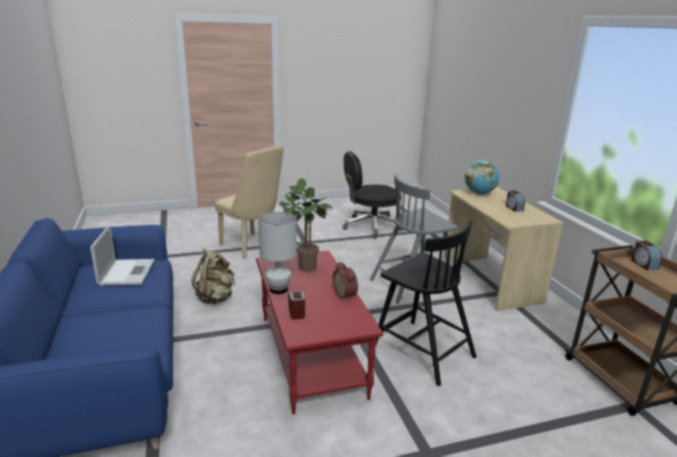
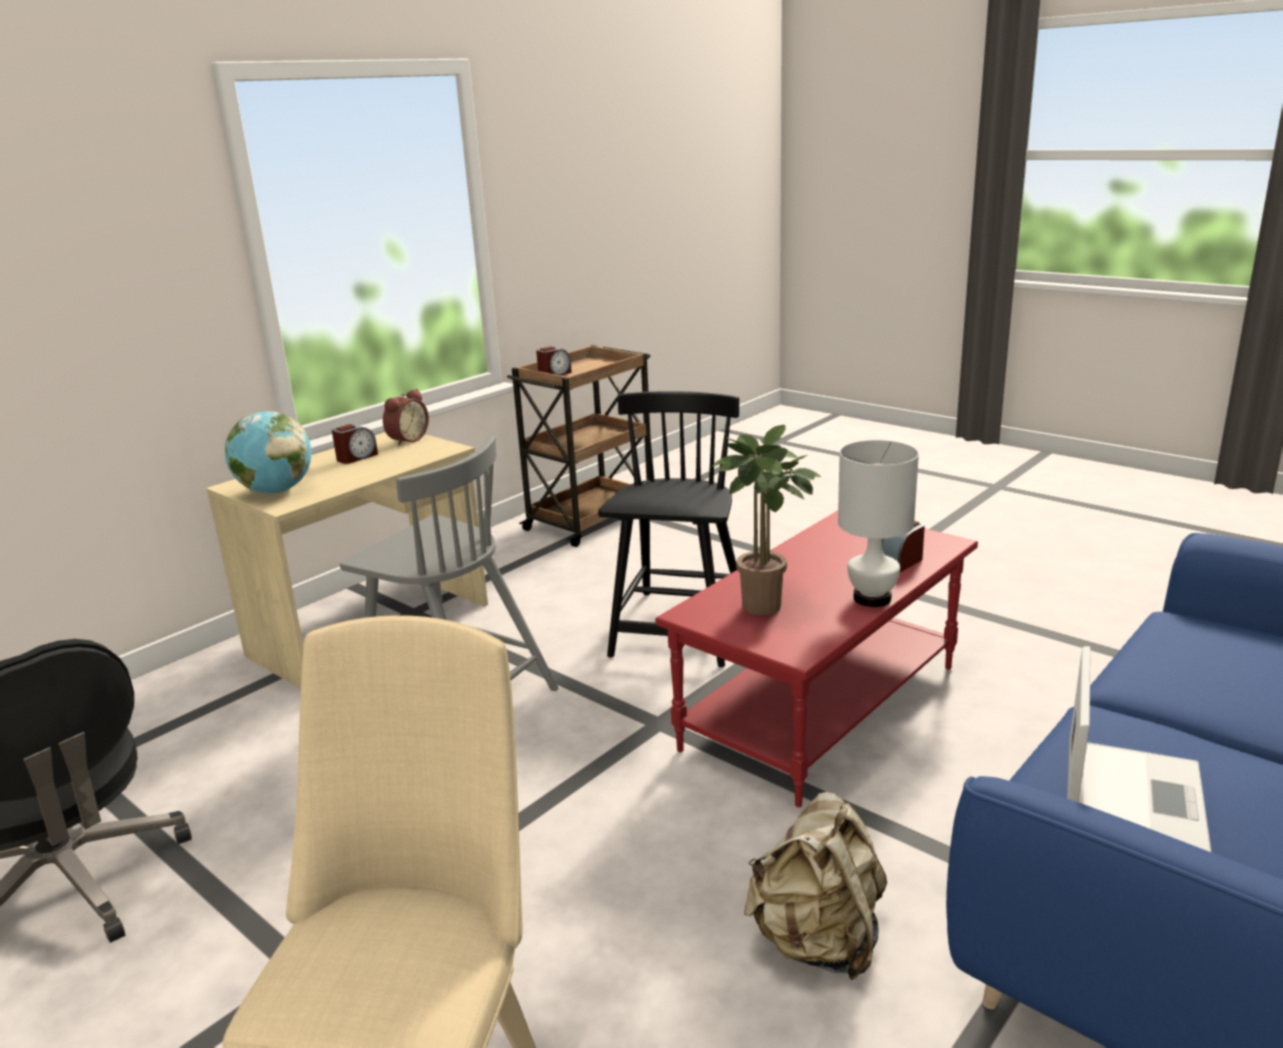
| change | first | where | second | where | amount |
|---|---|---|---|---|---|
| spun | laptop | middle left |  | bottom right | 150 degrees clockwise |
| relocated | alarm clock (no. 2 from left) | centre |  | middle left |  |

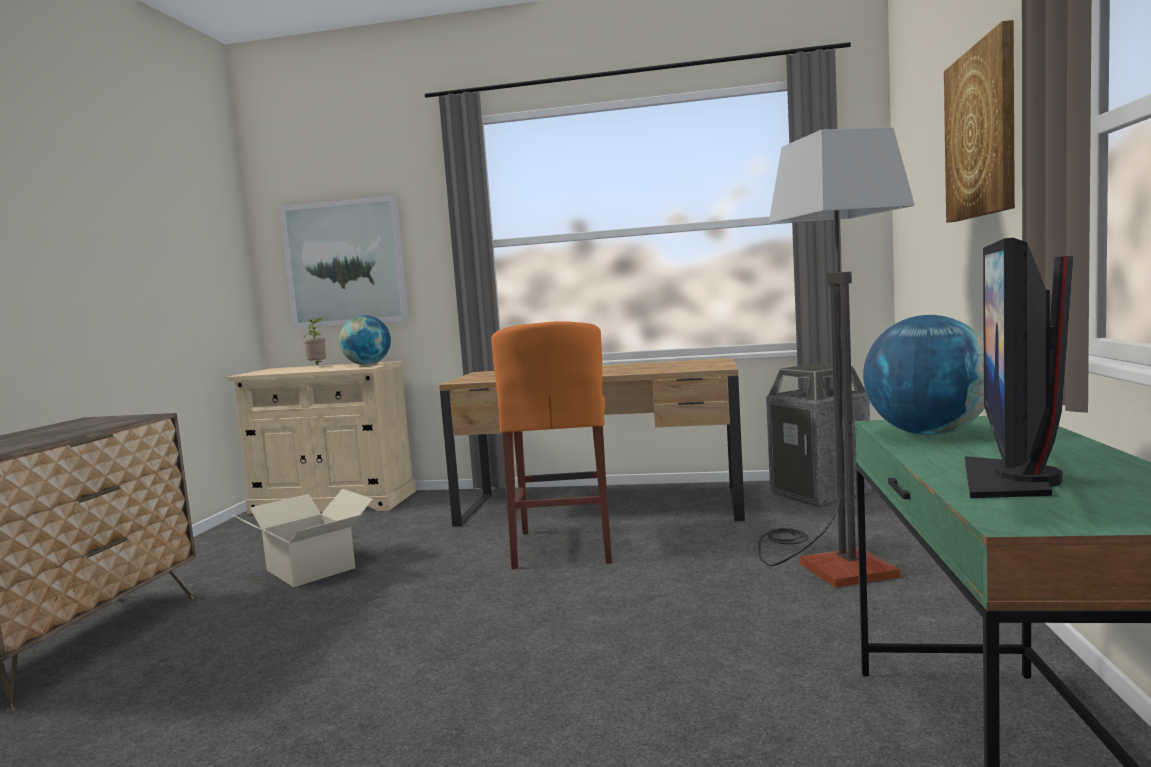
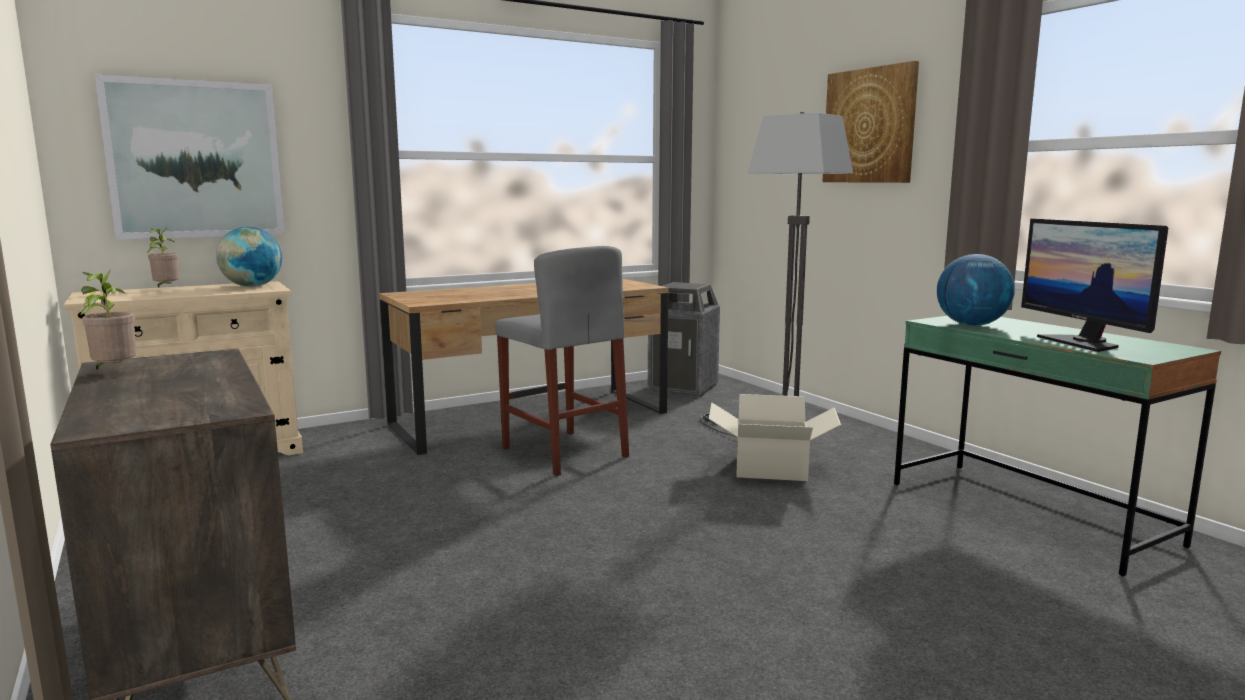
| change | first | where | second | where | amount |
|---|---|---|---|---|---|
| colour | stool (orange) | centre | stool (grey) | centre |  |
| relocated | cardboard box | bottom left |  | centre |  |
| appeared |  |  | potted plant (no. 1 from left) | middle left |  |

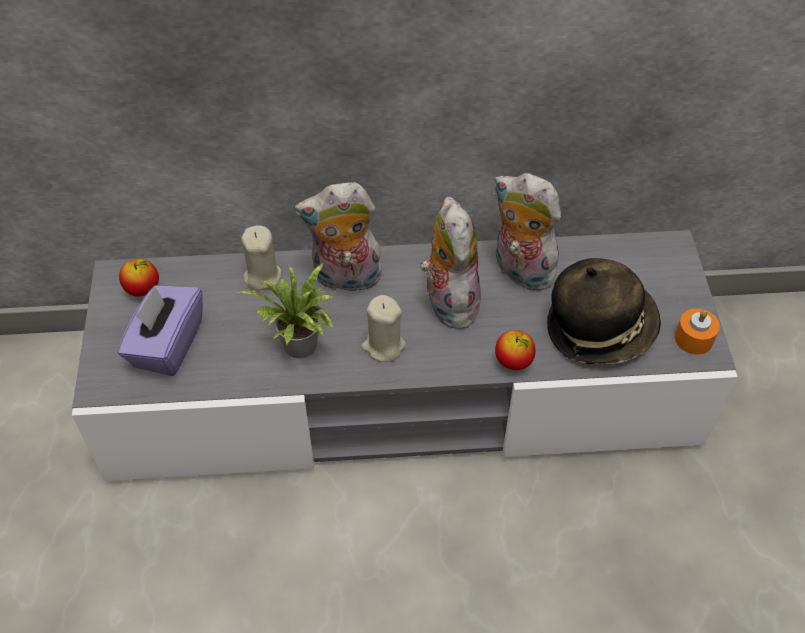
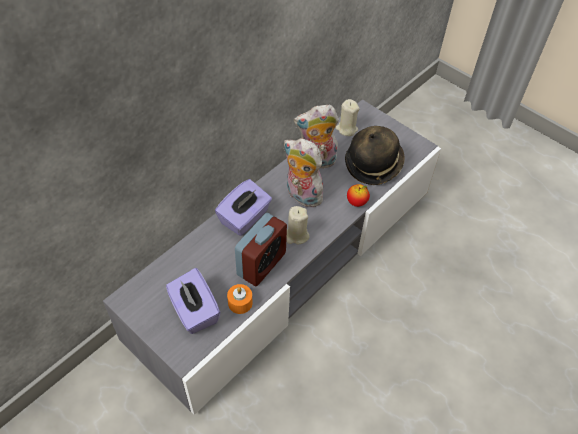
| change | first | where | second | where | amount |
|---|---|---|---|---|---|
| exchanged | plush toy (no. 1 from left) | centre | tissue box (purple) (no. 2 from left) | centre |  |
| relocated | candle (beige) (no. 1 from left in the first image) | middle left | candle (beige) (no. 2 from left) | top centre |  |
| missing | apple (no. 1 from left) | middle left |  |  |  |
| exchanged | potted plant | centre | alarm clock | centre |  |
| relocated | candle (orange) | middle right |  | bottom centre |  |

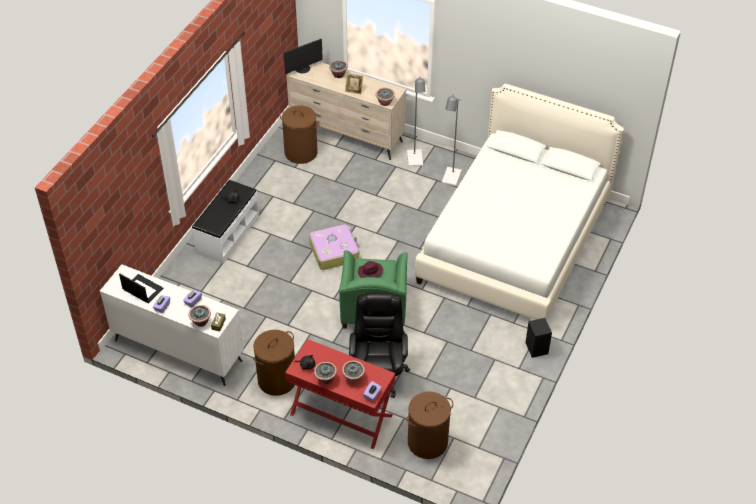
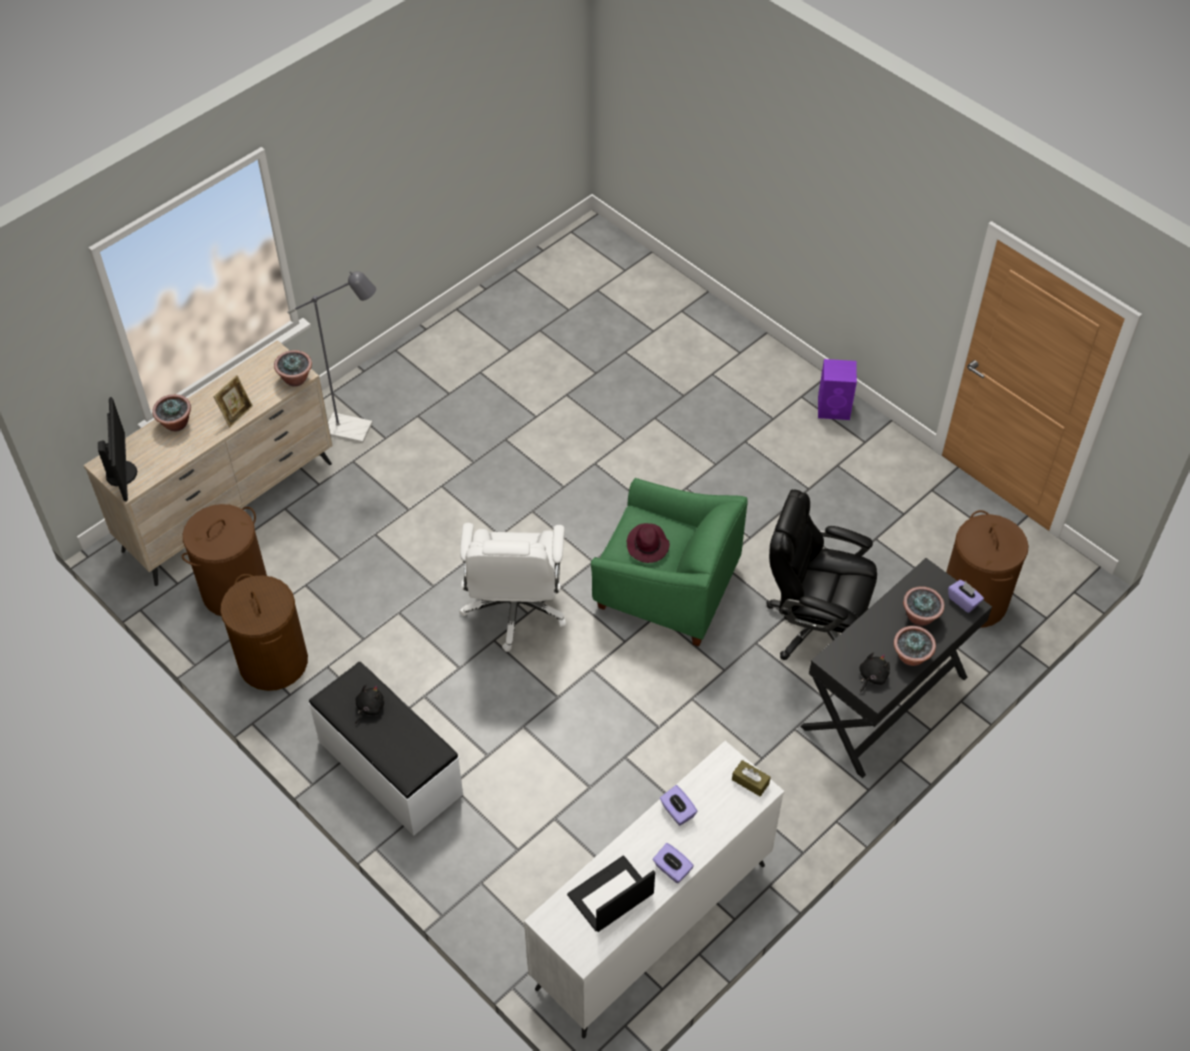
| change | first | where | second | where | amount |
|---|---|---|---|---|---|
| missing | bed (white) | middle right |  |  |  |
| missing | floor lamp (grey) (no. 2 from left) | top centre |  |  |  |
| exchanged | suitcase | centre | office chair (white) | centre |  |
| missing | potted plant (no. 1 from left) | middle left |  |  |  |
| colour | speaker (black) | bottom right | speaker (purple) | middle right |  |
| relocated | laundry basket (brown) (no. 1 from left in the first image) | bottom centre | laundry basket (brown) (no. 2 from left) | middle left |  |
| colour | desk (red) | bottom centre | desk (black) | middle right |  |

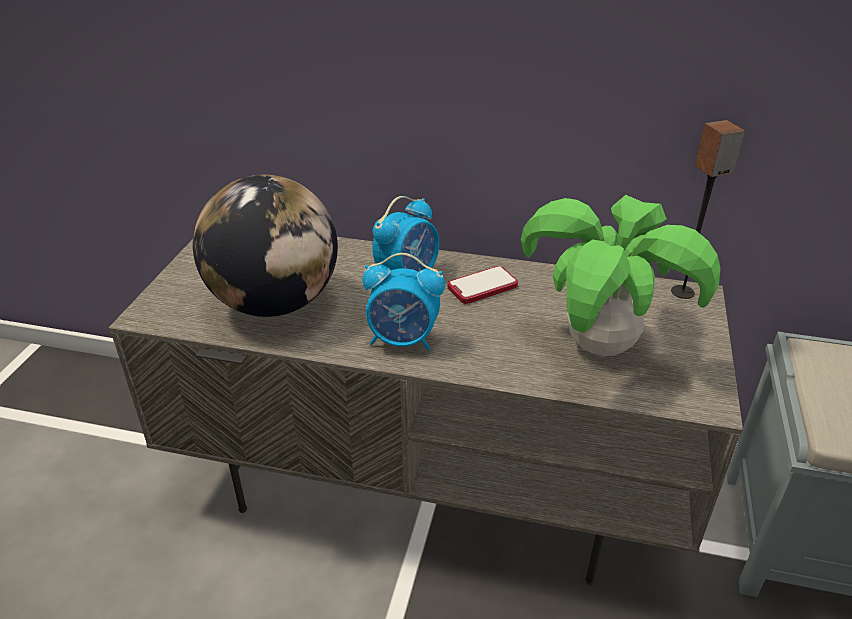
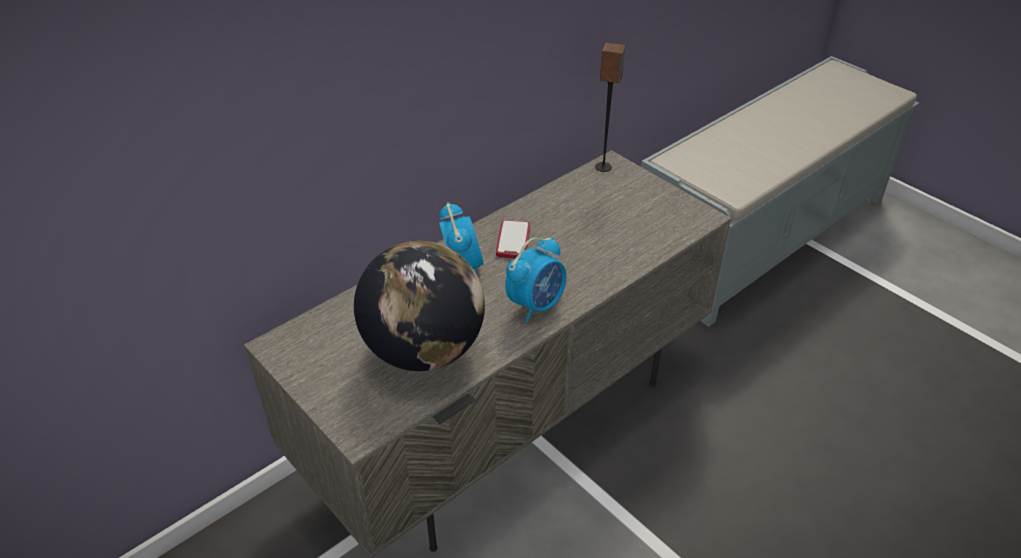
| change | first | where | second | where | amount |
|---|---|---|---|---|---|
| missing | potted plant | middle right |  |  |  |

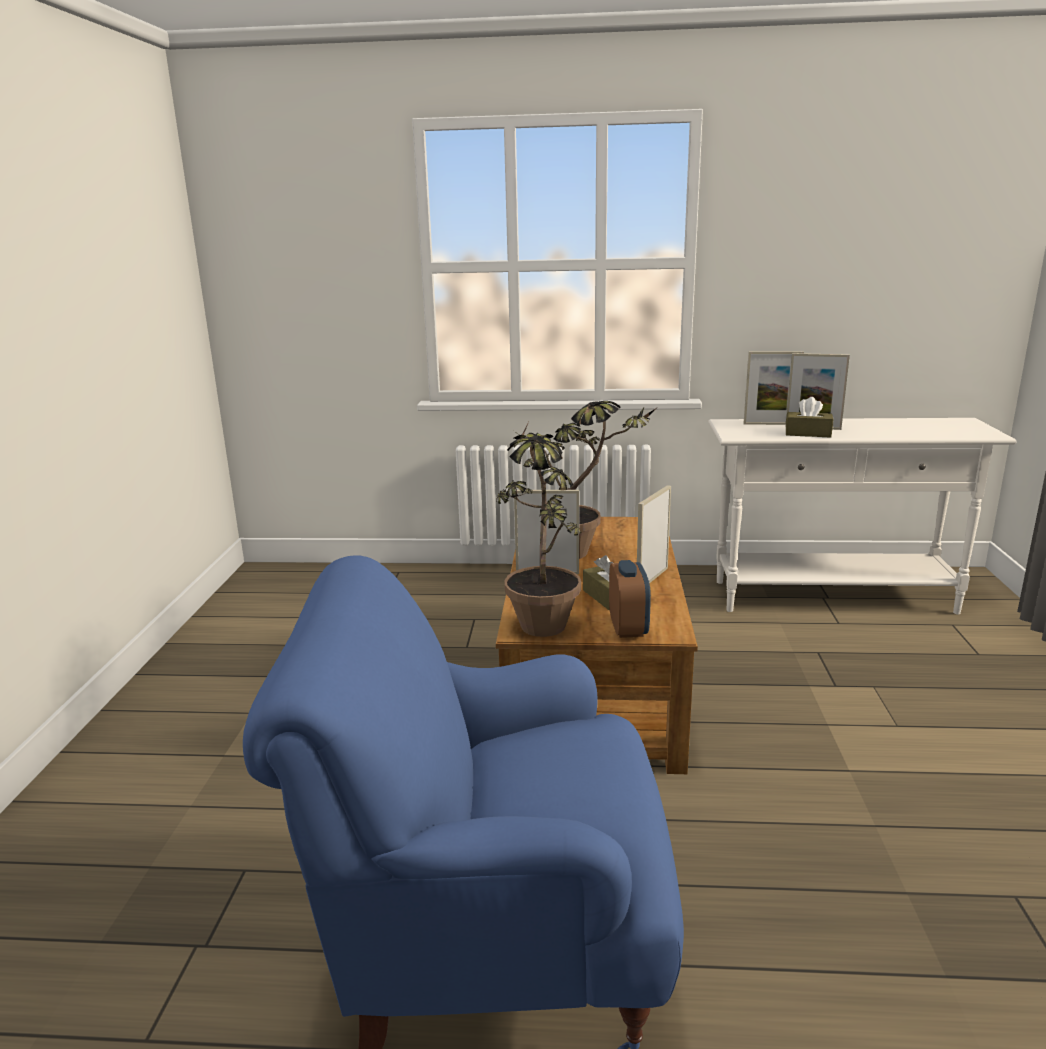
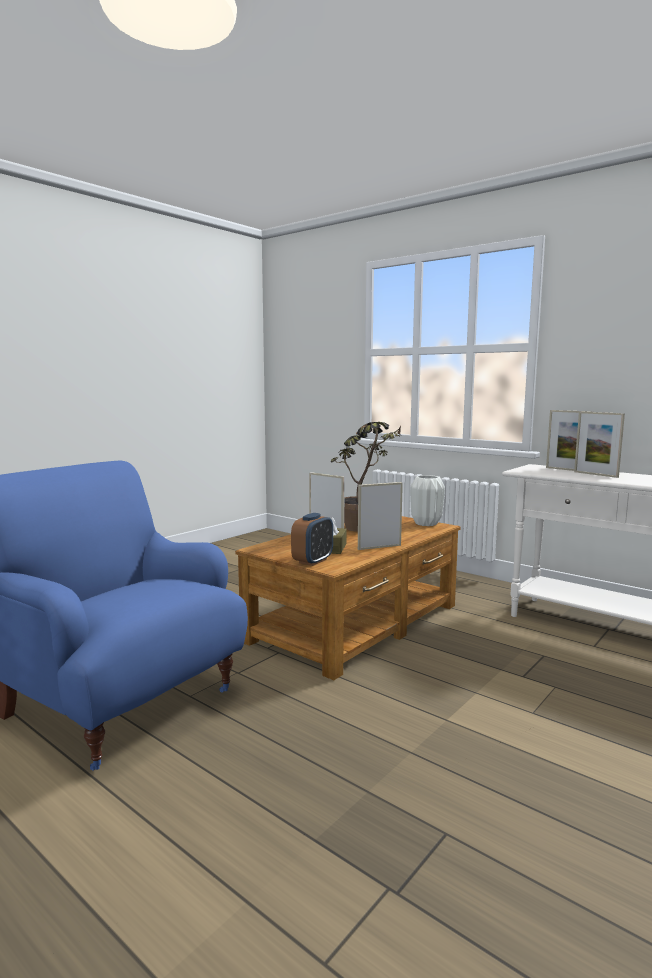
| change | first | where | second | where | amount |
|---|---|---|---|---|---|
| missing | tissue box (brown) (no. 2 from left) | middle right |  |  |  |
| missing | potted plant (no. 1 from left) | centre |  |  |  |
| appeared |  |  | vase (white) | centre |  |

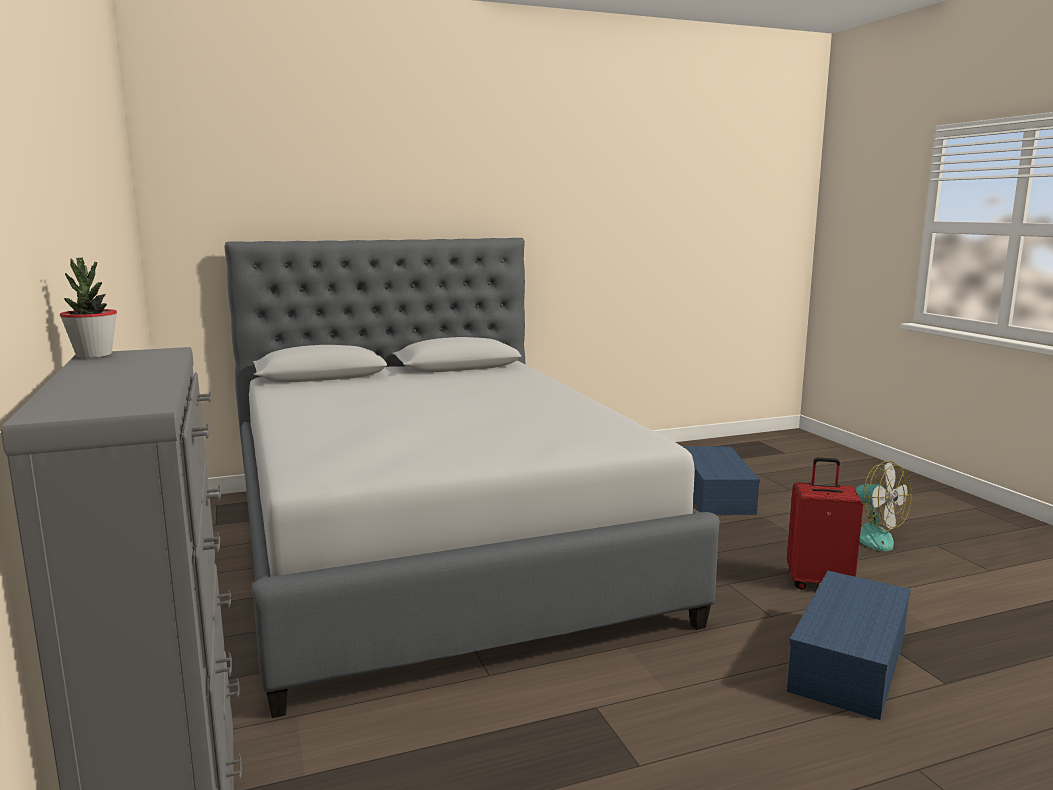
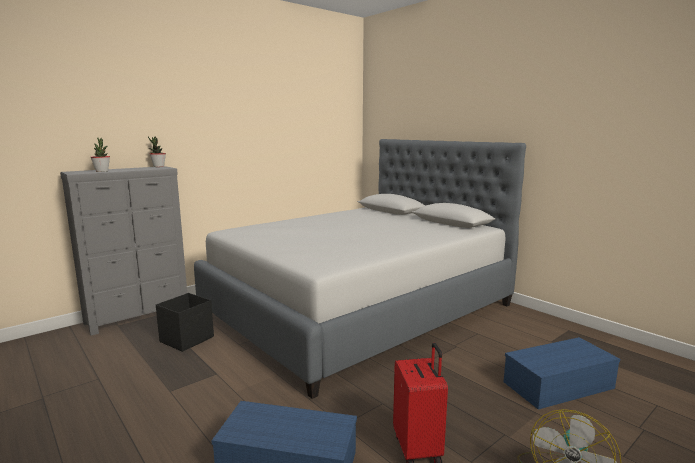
| change | first | where | second | where | amount |
|---|---|---|---|---|---|
| appeared |  |  | potted plant (no. 1 from left) | middle left |  |
| appeared |  |  | storage box (black) | bottom left |  |

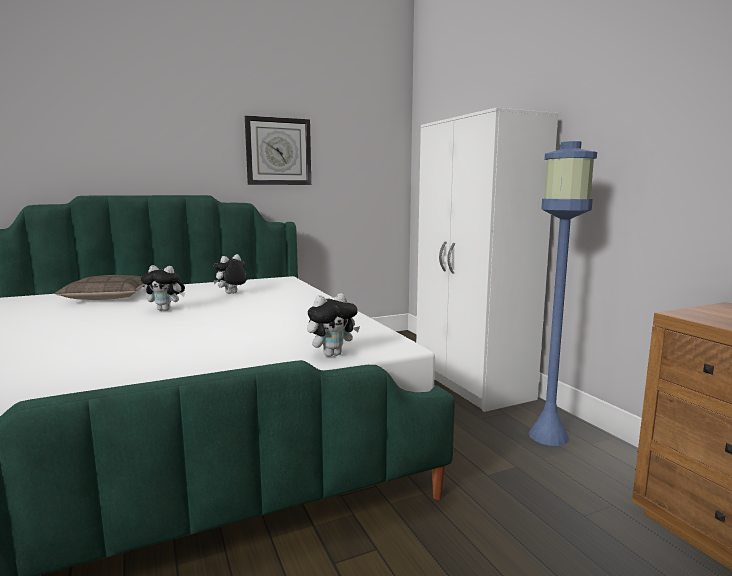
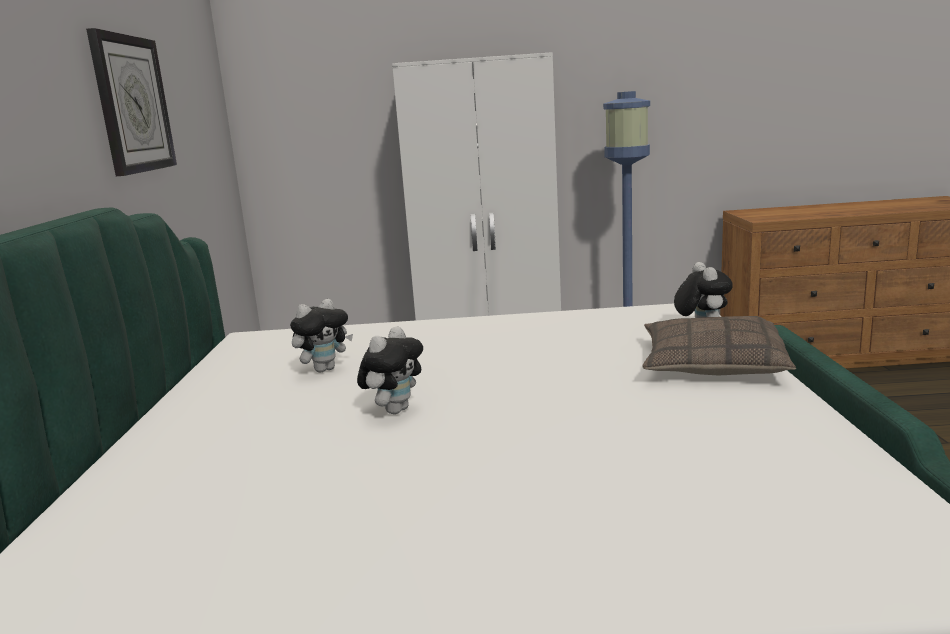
| change | first | where | second | where | amount |
|---|---|---|---|---|---|
| spun | plush toy (no. 2 from left in the first image) | middle left | plush toy (no. 1 from left) | centre | 105 degrees counterclockwise |
| relocated | pillow | middle left |  | middle right |  |

